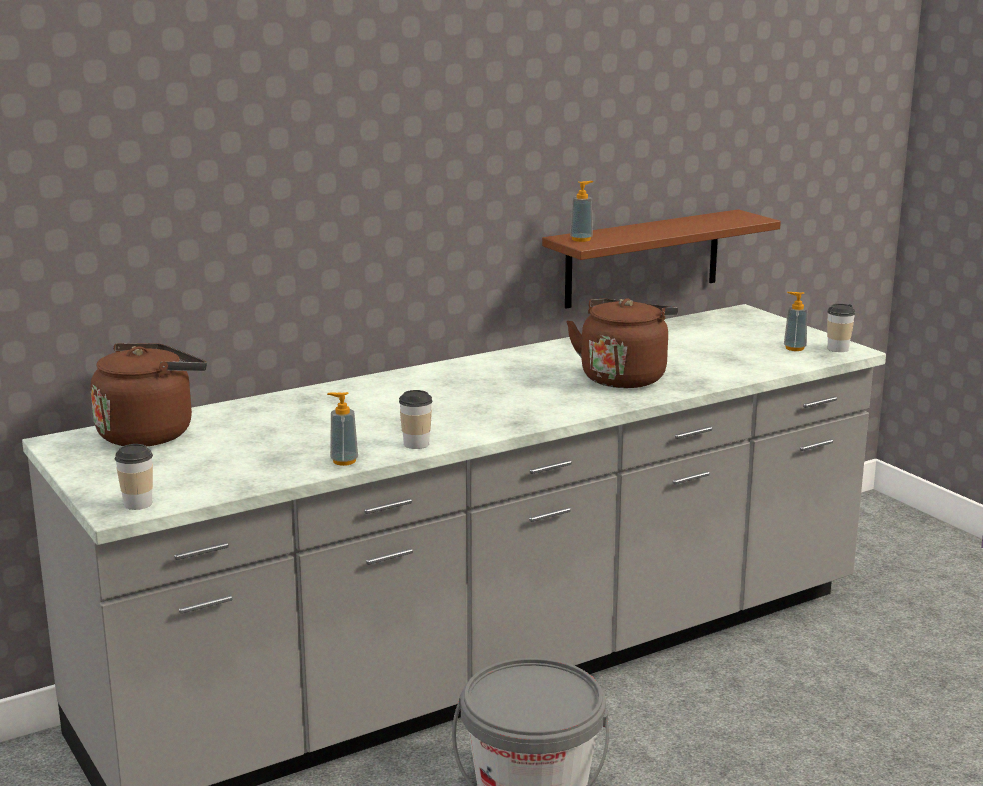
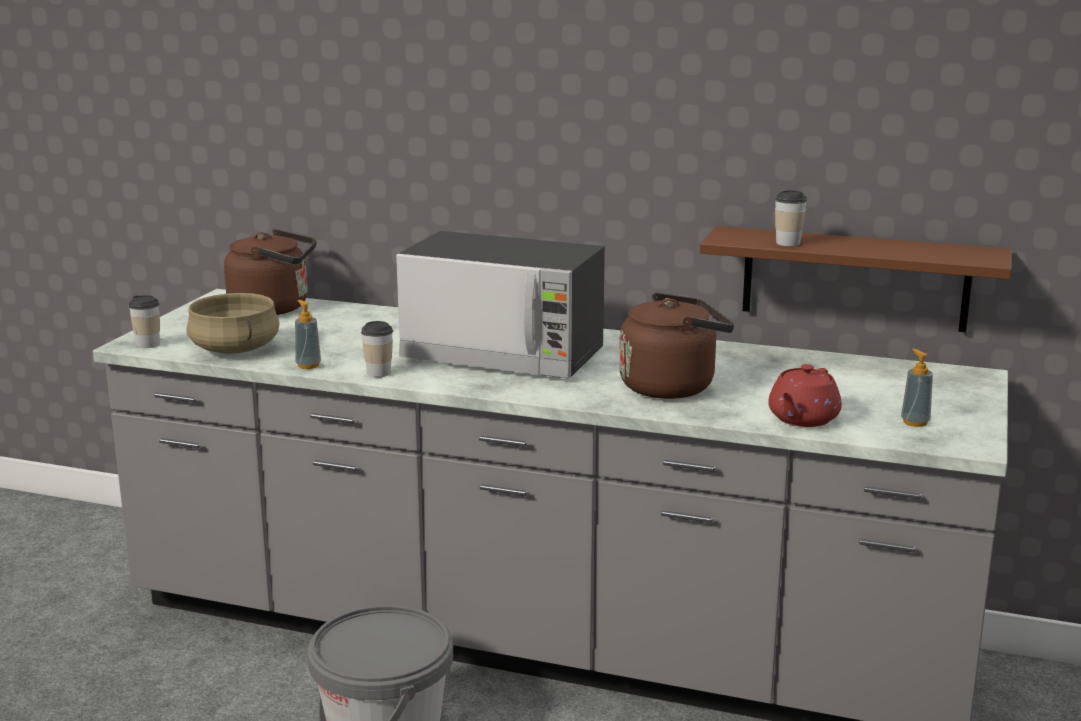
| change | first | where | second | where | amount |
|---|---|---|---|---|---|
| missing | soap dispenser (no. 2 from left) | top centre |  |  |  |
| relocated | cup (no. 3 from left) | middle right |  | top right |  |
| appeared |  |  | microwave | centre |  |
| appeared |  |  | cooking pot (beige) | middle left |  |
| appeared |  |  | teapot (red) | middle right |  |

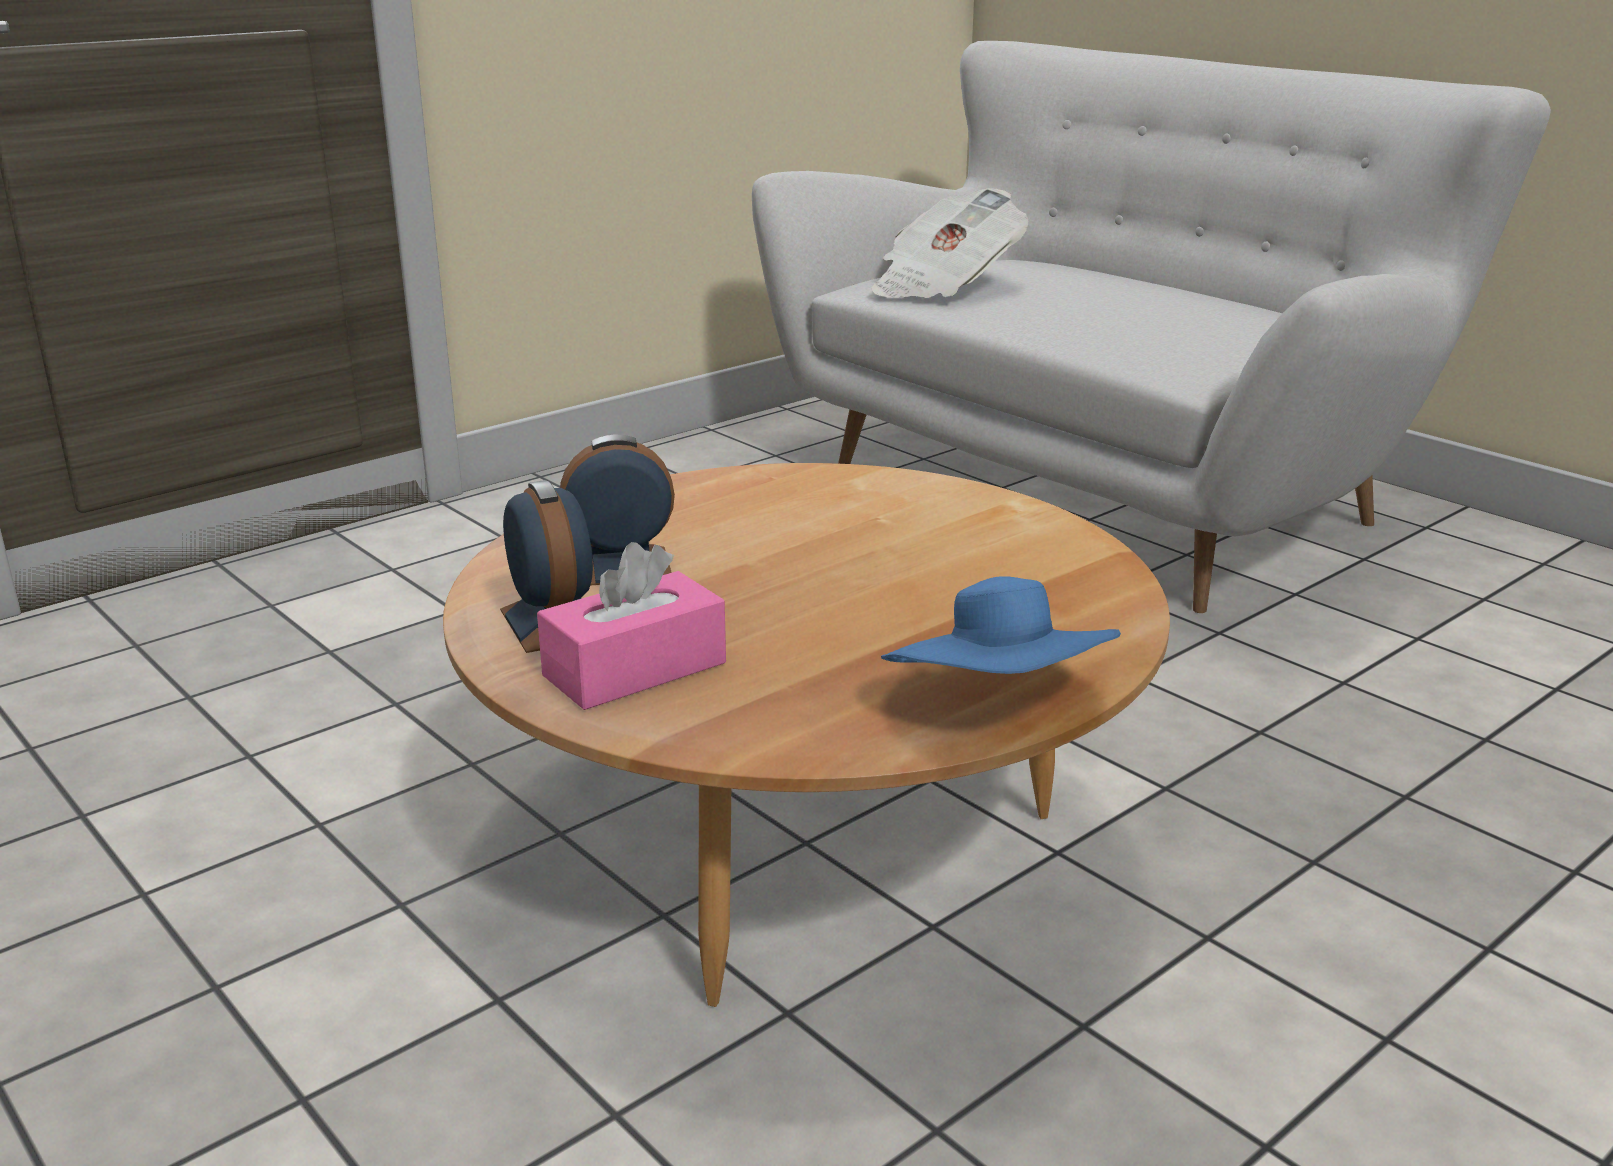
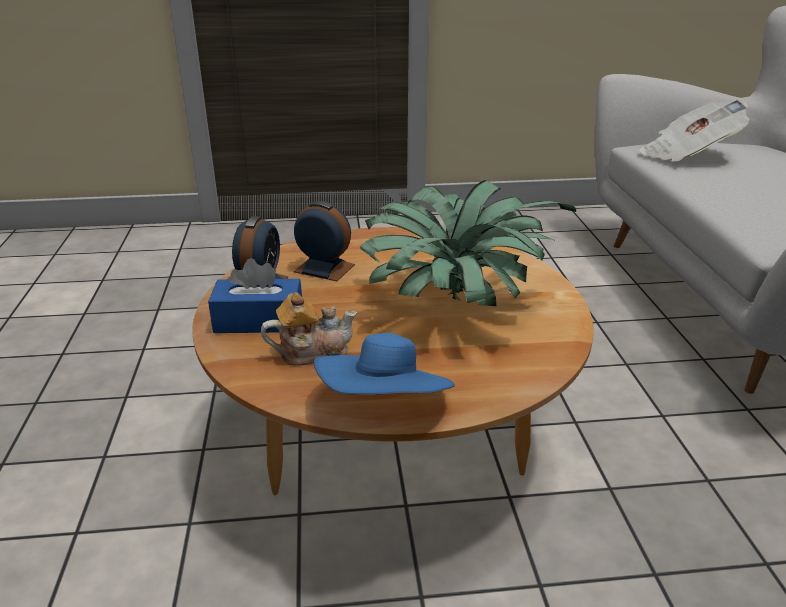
| change | first | where | second | where | amount |
|---|---|---|---|---|---|
| colour | tissue box (pink) | centre | tissue box (blue) | middle left |  |
| appeared |  |  | potted plant | centre |  |
| appeared |  |  | teapot | centre |  |

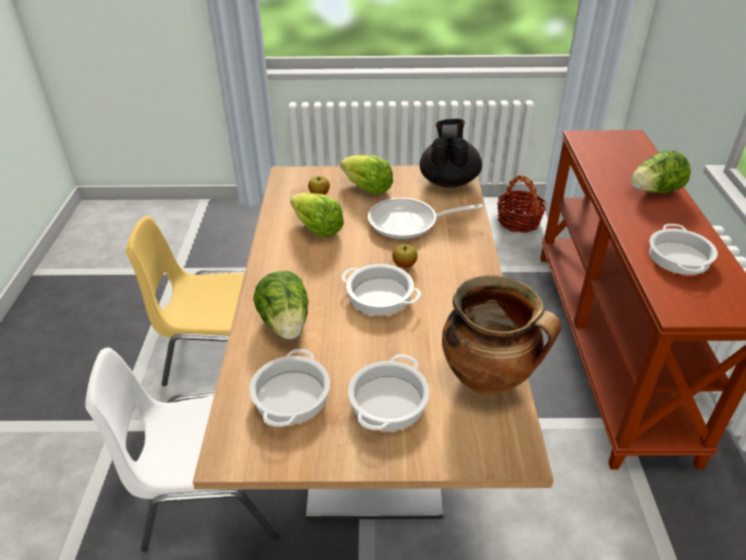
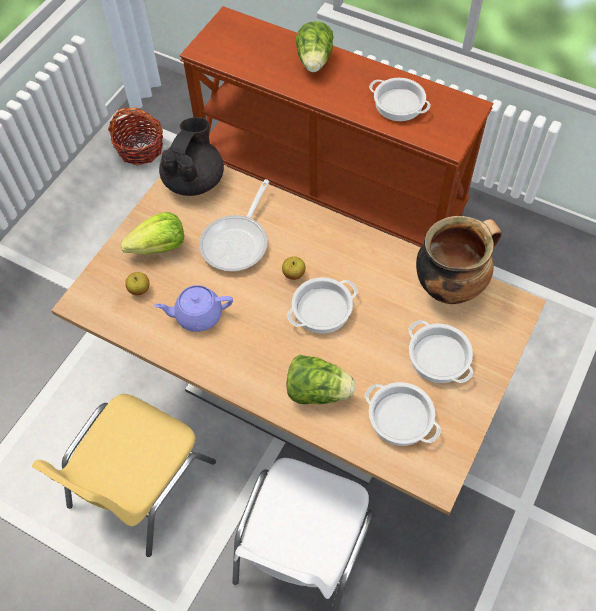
| change | first | where | second | where | amount |
|---|---|---|---|---|---|
| spun | teapot (black) | top centre |  | top left | 75 degrees clockwise |
| exchanged | lettuce (no. 2 from left) | centre | teapot (purple) | middle left |  |

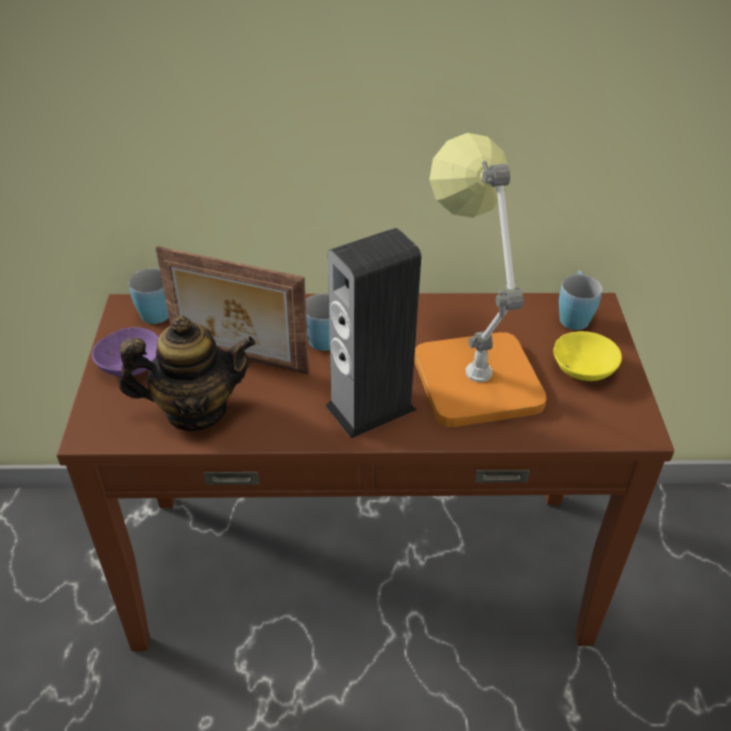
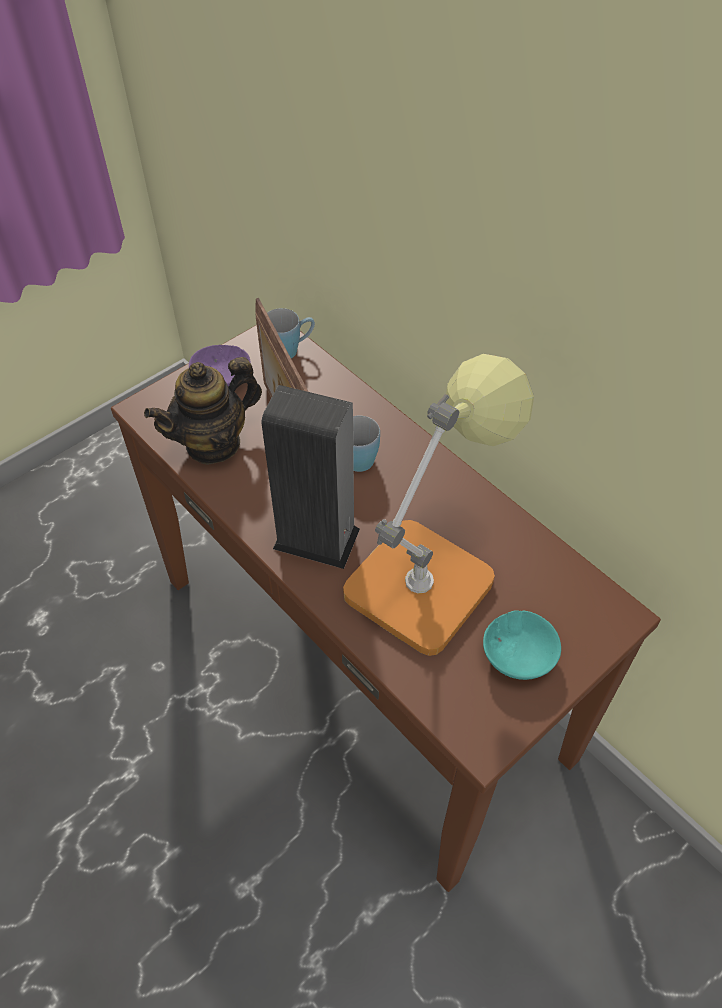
| change | first | where | second | where | amount |
|---|---|---|---|---|---|
| missing | mug (blue) (no. 3 from left) | middle right |  |  |  |
| spun | teapot | middle left |  | middle left | 105 degrees clockwise |
| colour | bowl (yellow) | middle right | bowl (turquoise) | middle right |  |

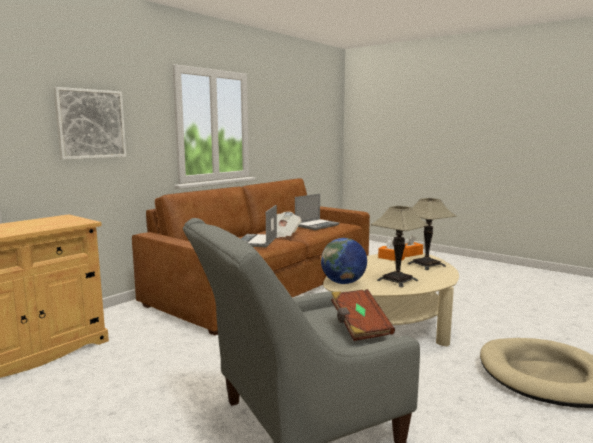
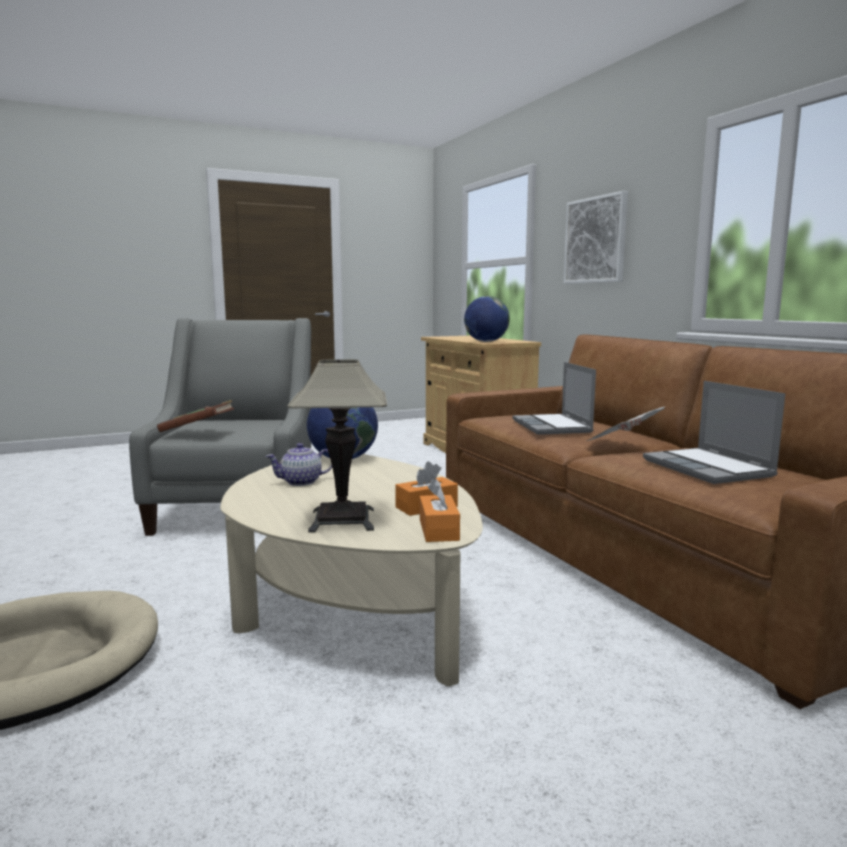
| change | first | where | second | where | amount |
|---|---|---|---|---|---|
| spun | laptop (no. 1 from left) | centre |  | centre | 135 degrees counterclockwise |
| exchanged | table lamp (no. 1 from left) | middle right | teapot | centre |  |
| appeared |  |  | globe (no. 2 from left) | centre |  |

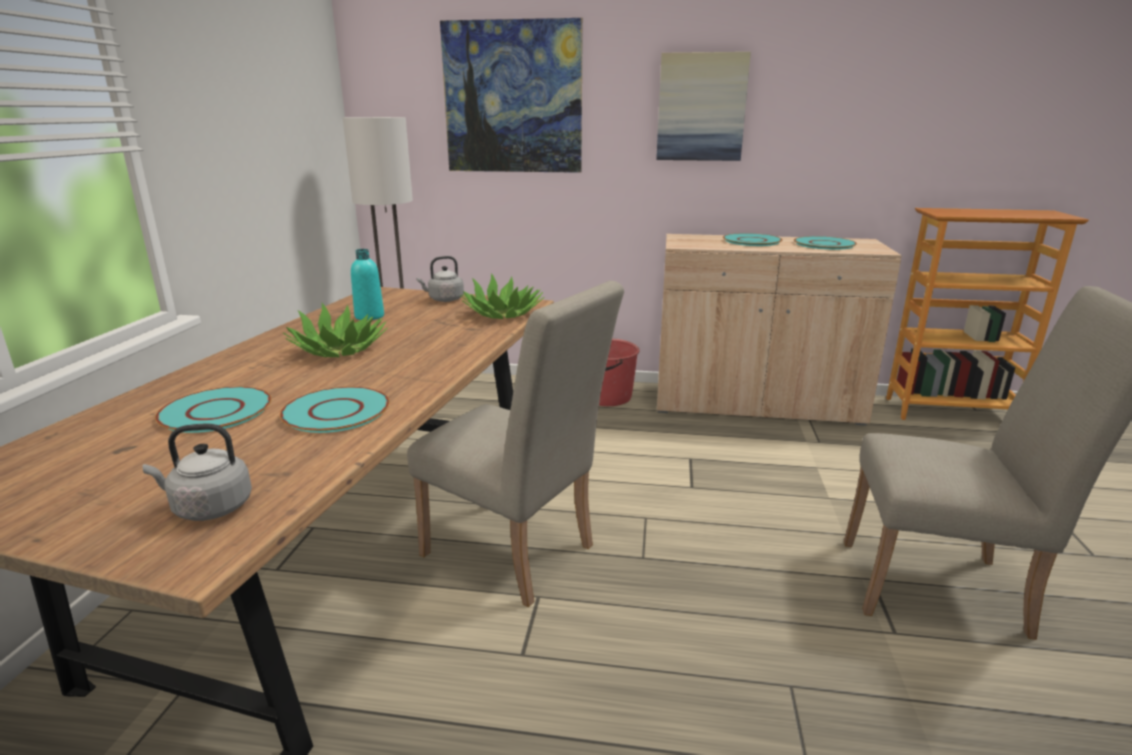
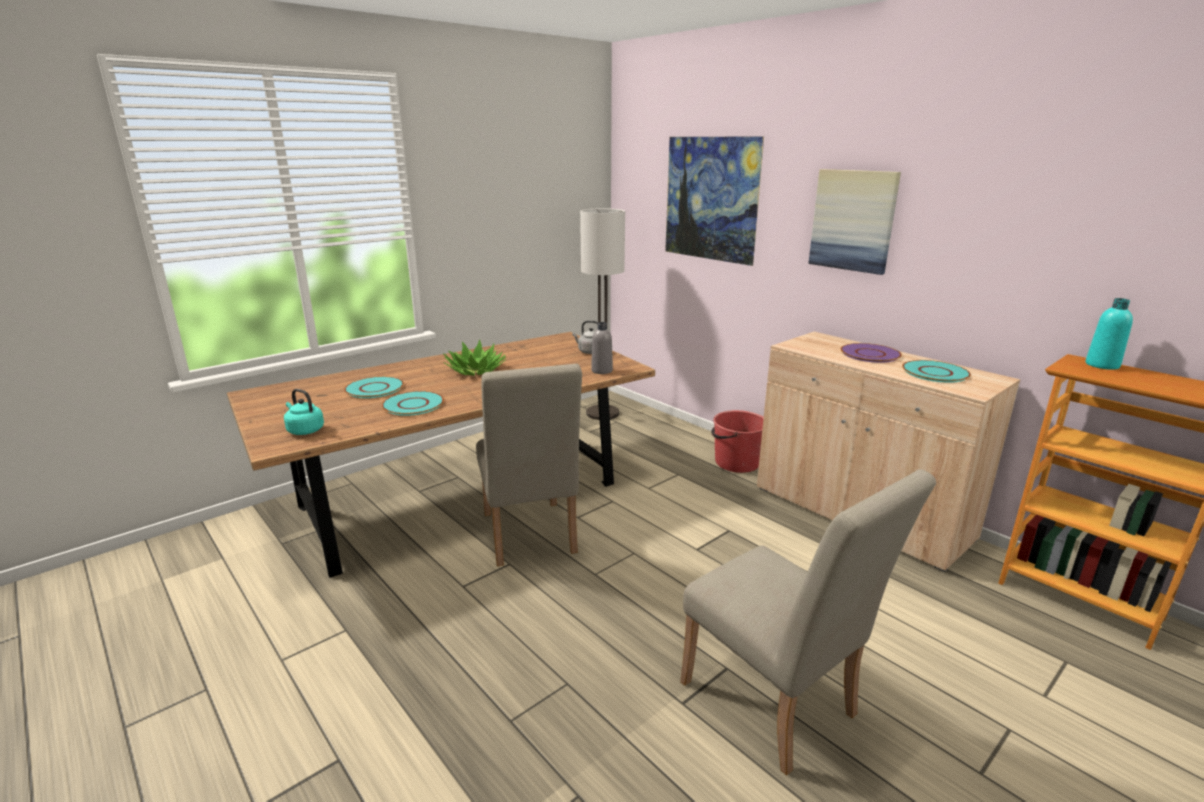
| change | first | where | second | where | amount |
|---|---|---|---|---|---|
| colour | plate (turquoise) (no. 3 from left) | top centre | plate (purple) | middle right |  |
| relocated | bottle (turquoise) | middle left |  | middle right |  |
| exchanged | potted plant (no. 2 from left) | centre | bottle (grey) | centre |  |
| colour | kettle (grey) (no. 1 from left) | middle left | kettle (turquoise) | middle left |  |

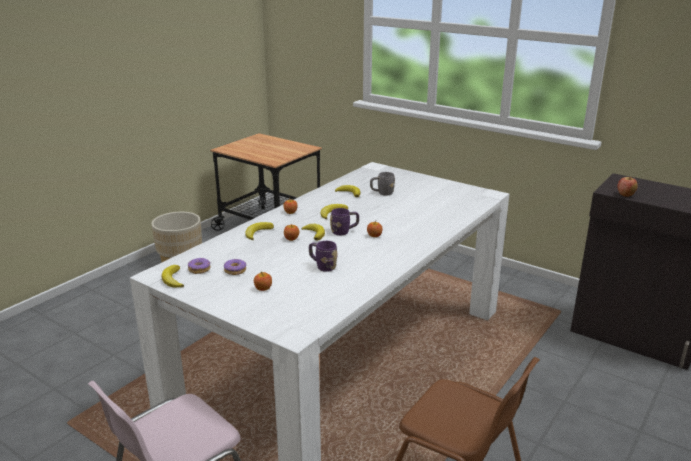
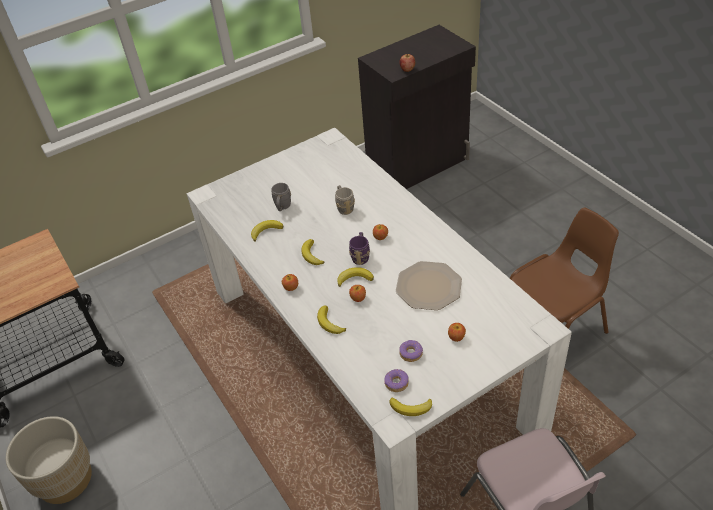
| change | first | where | second | where | amount |
|---|---|---|---|---|---|
| exchanged | mug (purple) (no. 1 from left) | centre | plate | centre |  |
| appeared |  |  | mug (grey) (no. 2 from left) | centre |  |

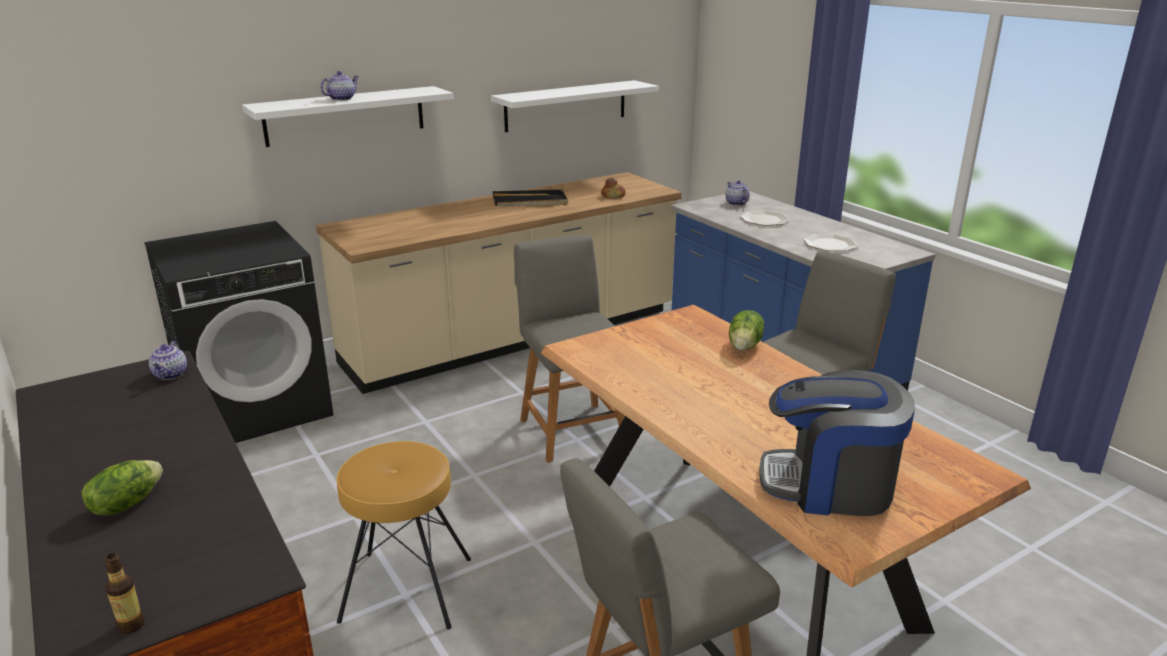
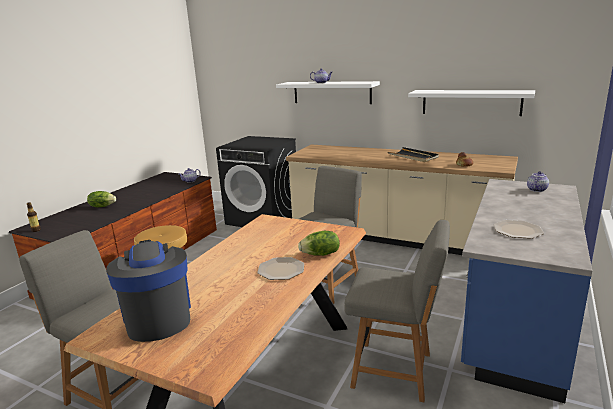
| change | first | where | second | where | amount |
|---|---|---|---|---|---|
| relocated | plate (no. 1 from left) | top centre |  | centre |  |

